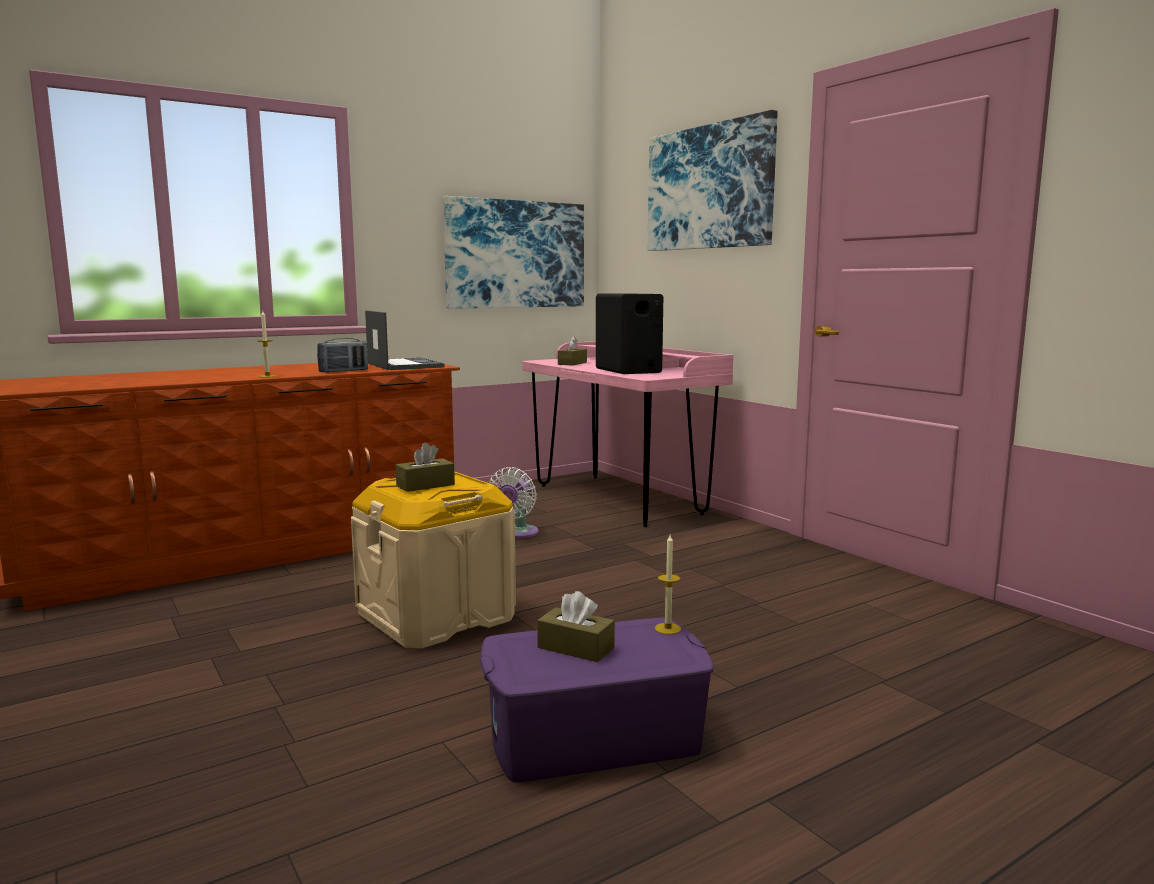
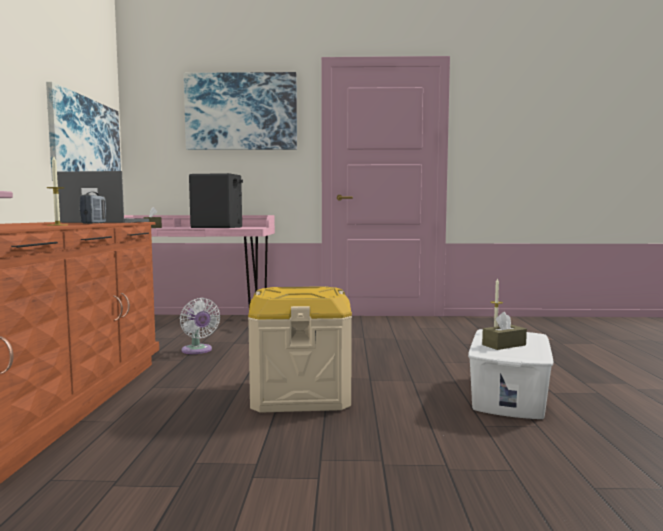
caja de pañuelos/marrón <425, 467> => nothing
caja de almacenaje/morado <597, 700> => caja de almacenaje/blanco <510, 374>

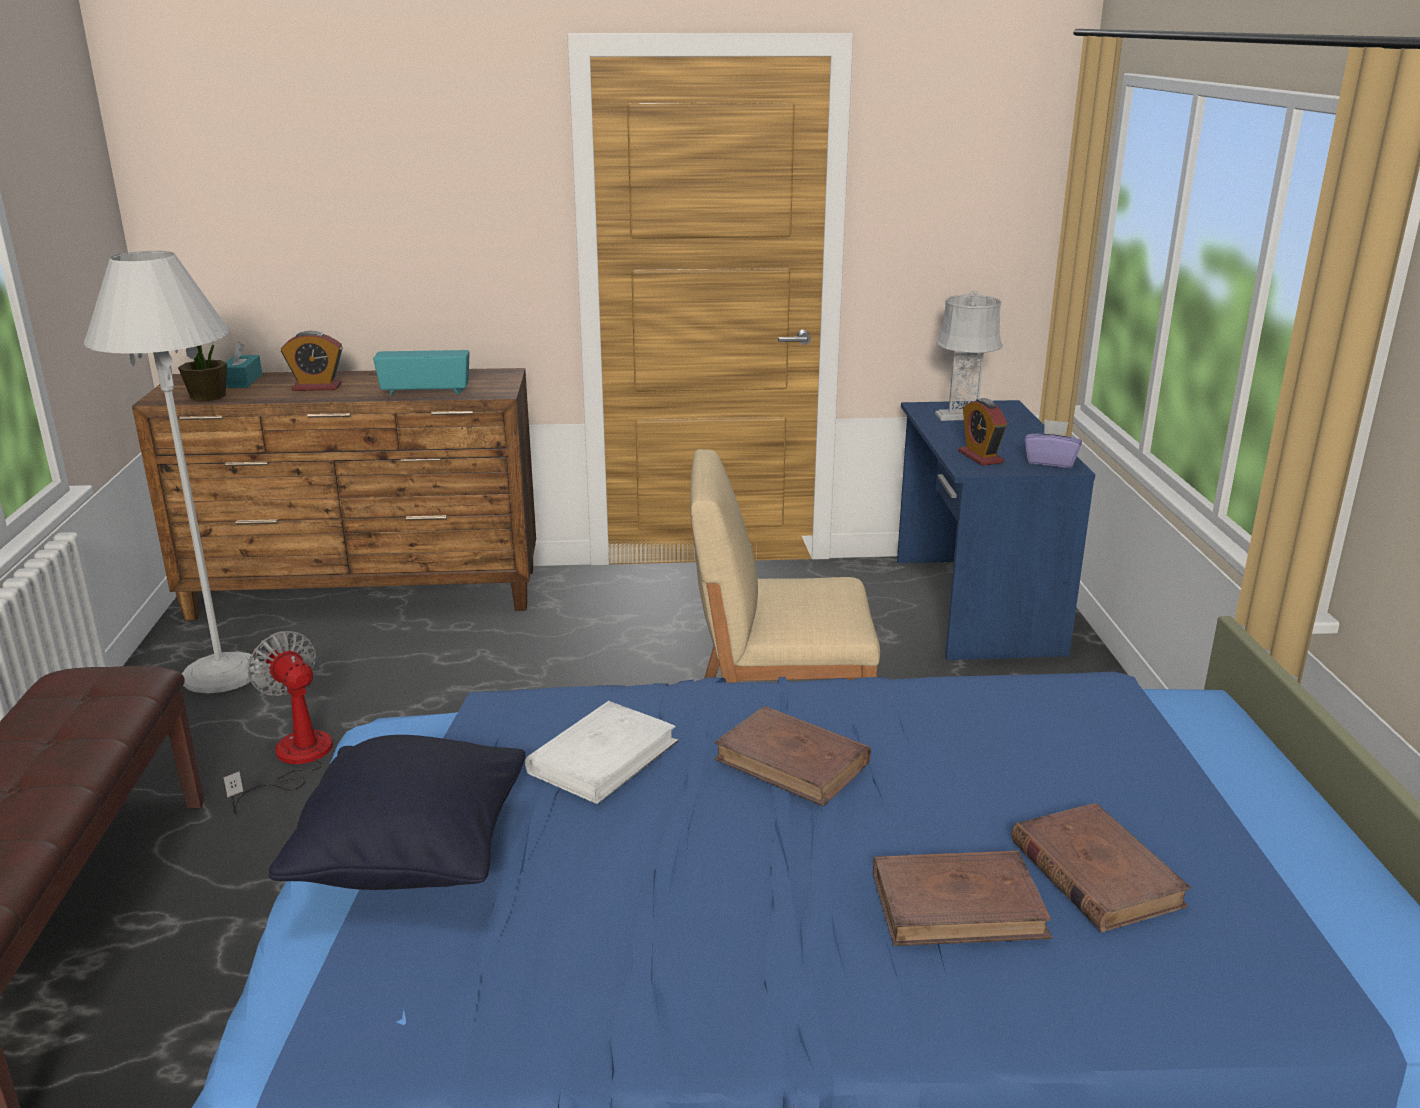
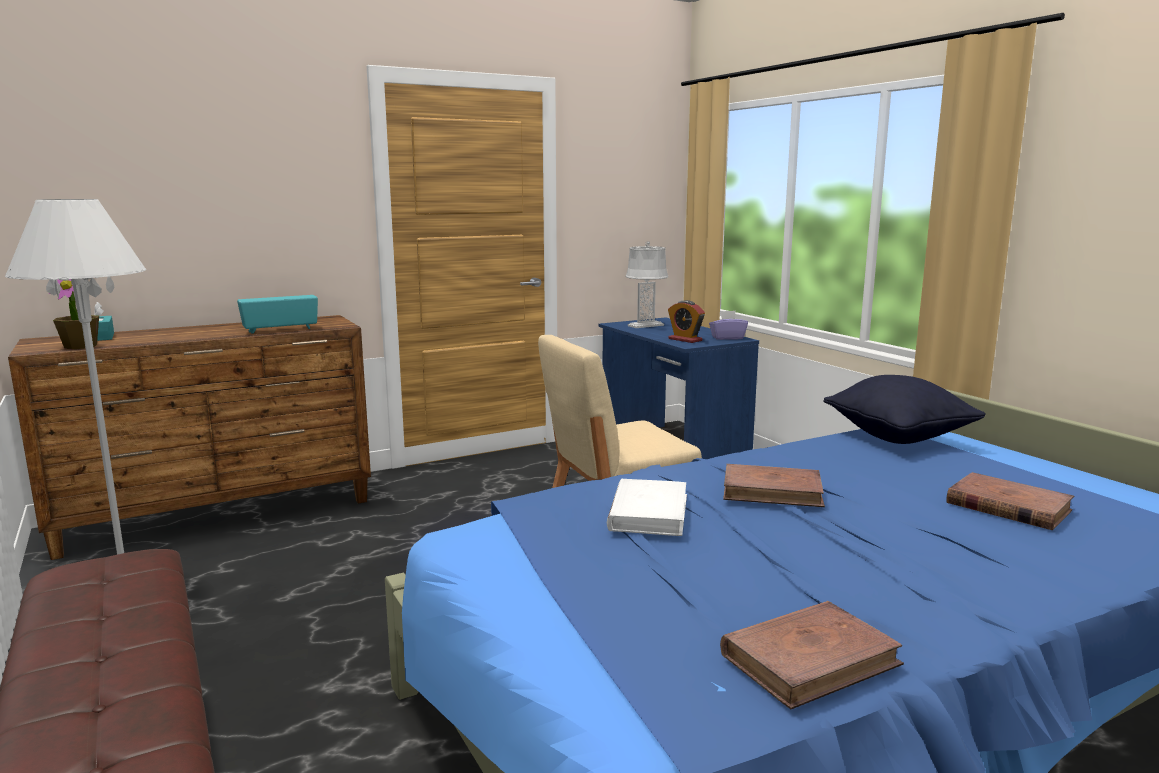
despertador <312, 361> => nothing
ventilador <278, 723> => nothing
cojín/negro <397, 812> => cojín/negro <904, 409>, shifted
libro/marrón <962, 898> => libro/marrón <812, 655>, shifted

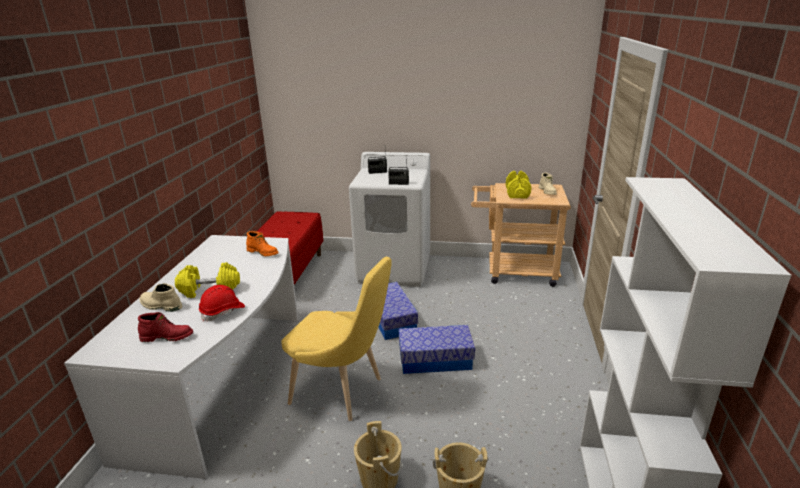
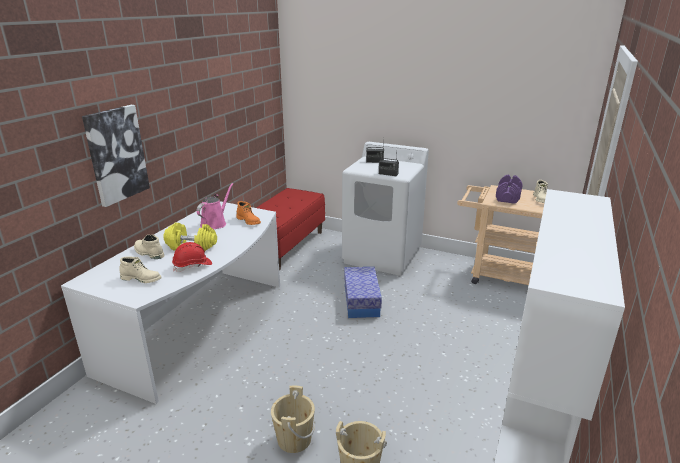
mancuerna/amarillo <518, 185> => mancuerna/morado <509, 189>
silla/amarillo <336, 339> => nothing
bota/rojo <165, 327> => bota/beis <141, 269>
caja de almacenaje <437, 349> => nothing
nothing => cuadro <116, 156>
nothing => regadera/rosa <215, 206>

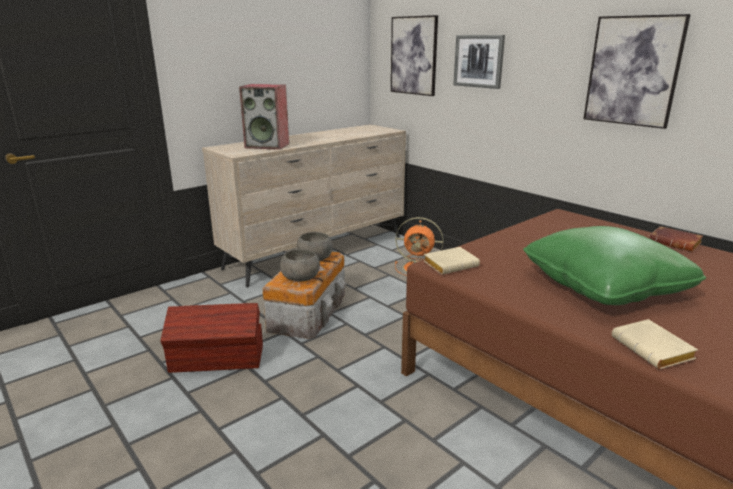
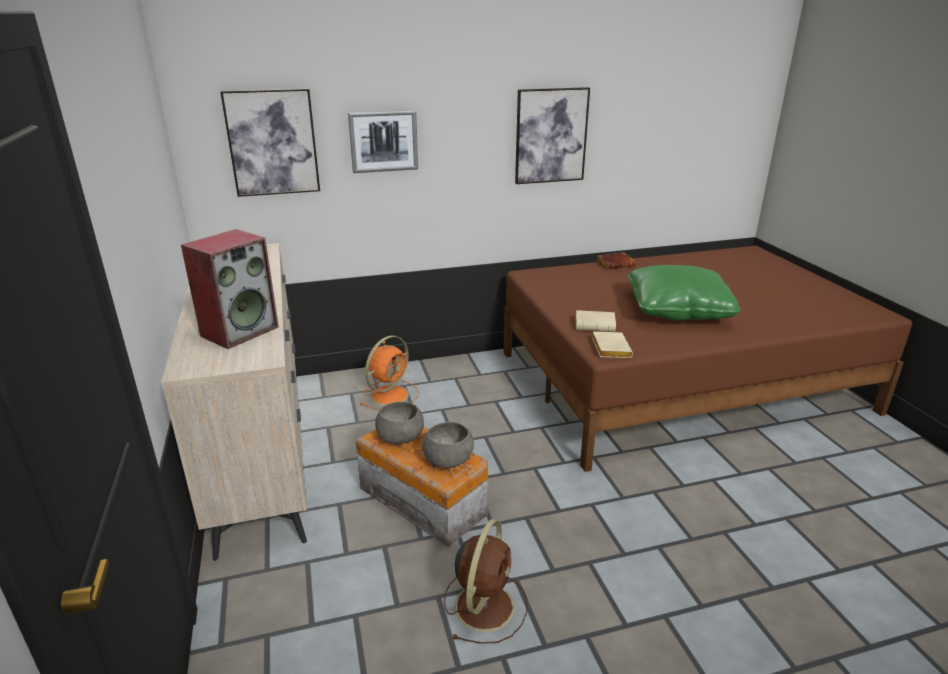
caja de almacenaje/marrón <211, 338> => ventilador/marrón <485, 581>
libro/beis <655, 344> => libro/beis <596, 321>, shifted

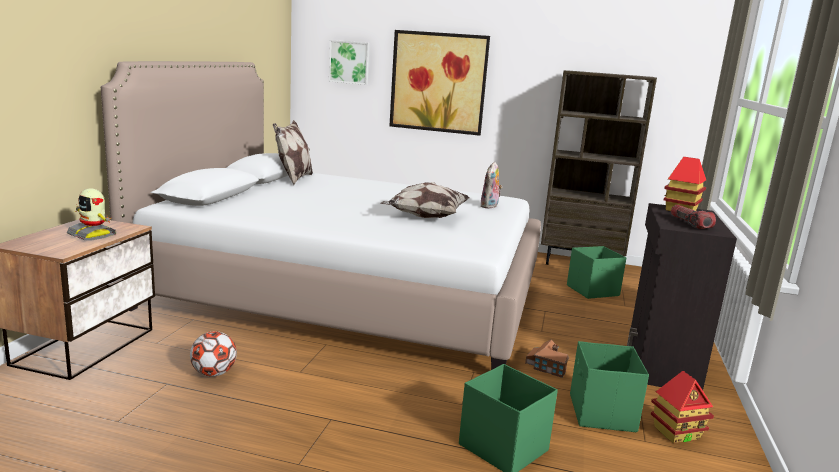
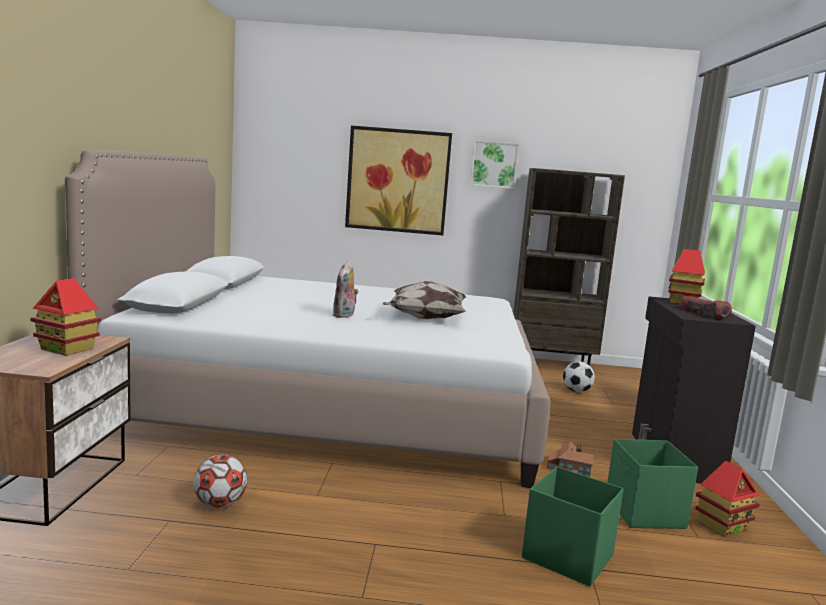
cuadro <349, 62> => cuadro <494, 164>, shifted
cojín <293, 152> => nothing
peluche <491, 185> => peluche <346, 289>, shifted
robot de juguete <92, 215> => casita <65, 317>
caja de almacenaje/verde <597, 272> => balón de fútbol <579, 376>

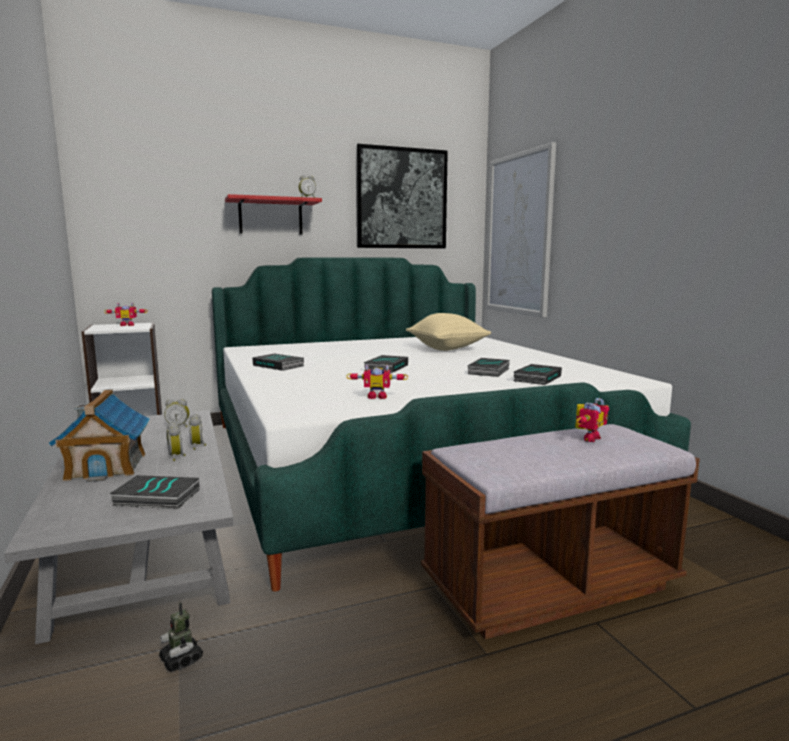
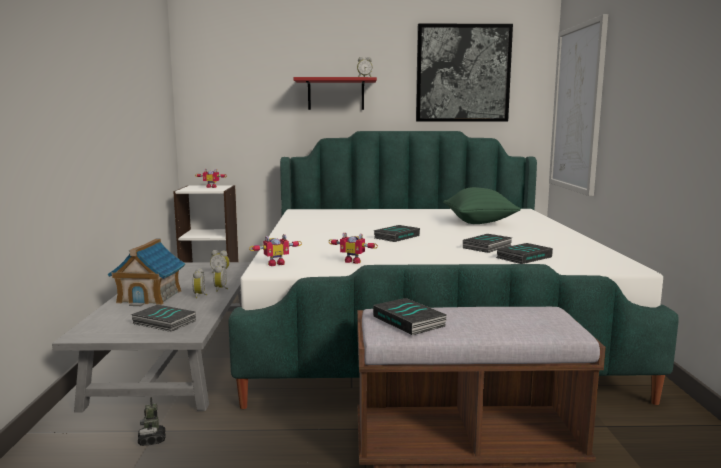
cojín/beis <448, 332> => cojín/verde <482, 205>
libro <278, 362> => libro <410, 316>, shifted
robot de juguete <592, 420> => robot de juguete <275, 250>, shifted

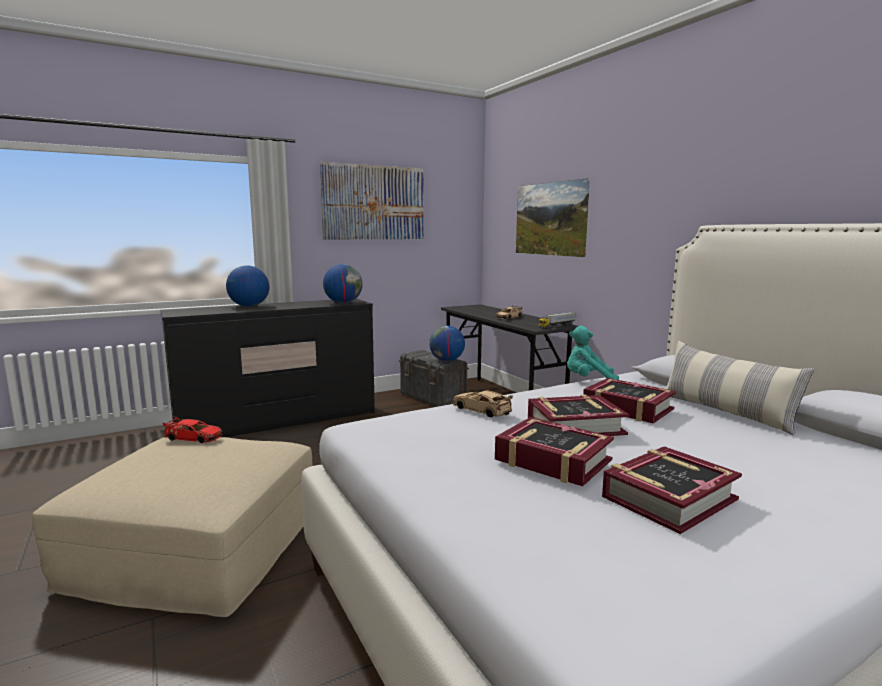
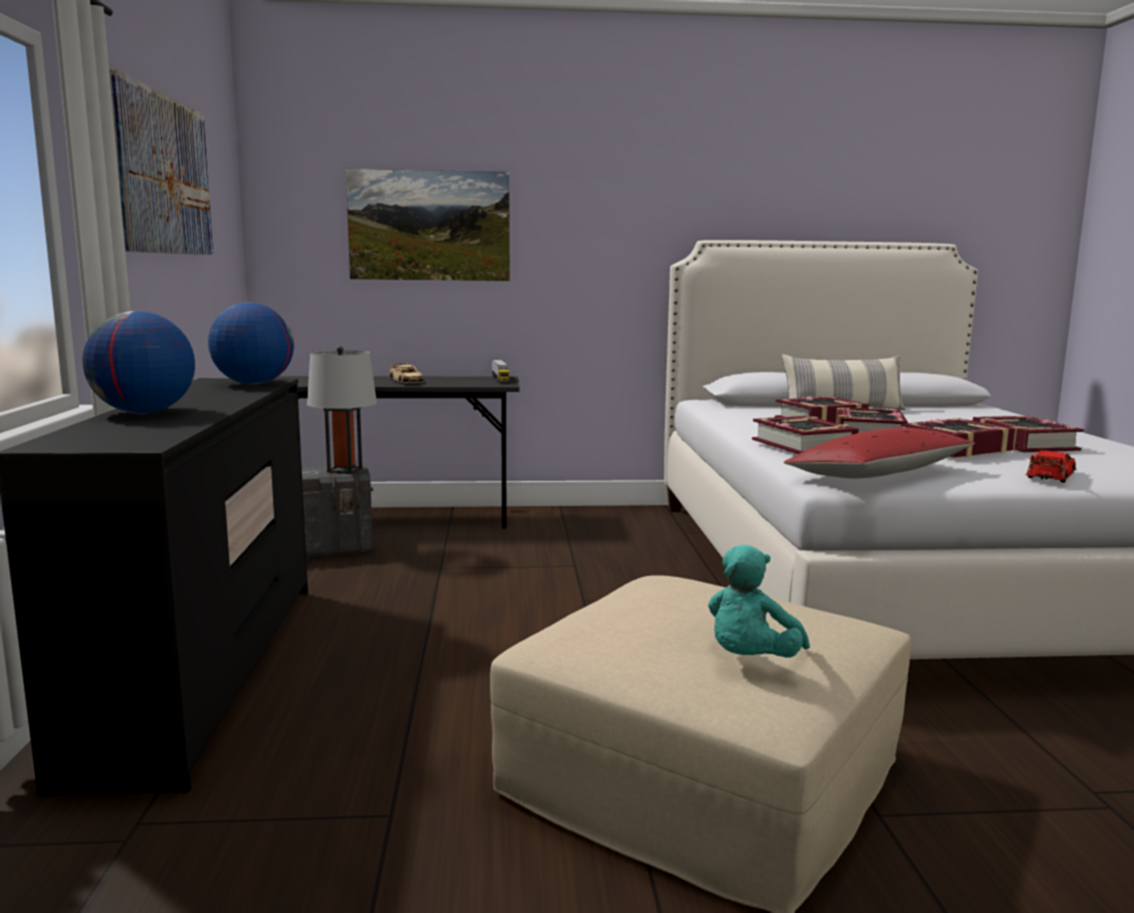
globo terráqueo <447, 343> => lámpara de mesa/gris <342, 410>
peluche/turquesa <593, 353> => peluche/turquesa <758, 601>, shifted
coche de juguete/beis <483, 404> => libro <805, 435>
coche de juguete/rojo <192, 430> => coche de juguete/rojo <1051, 467>, shifted
nothing => cojín/rojo <879, 453>

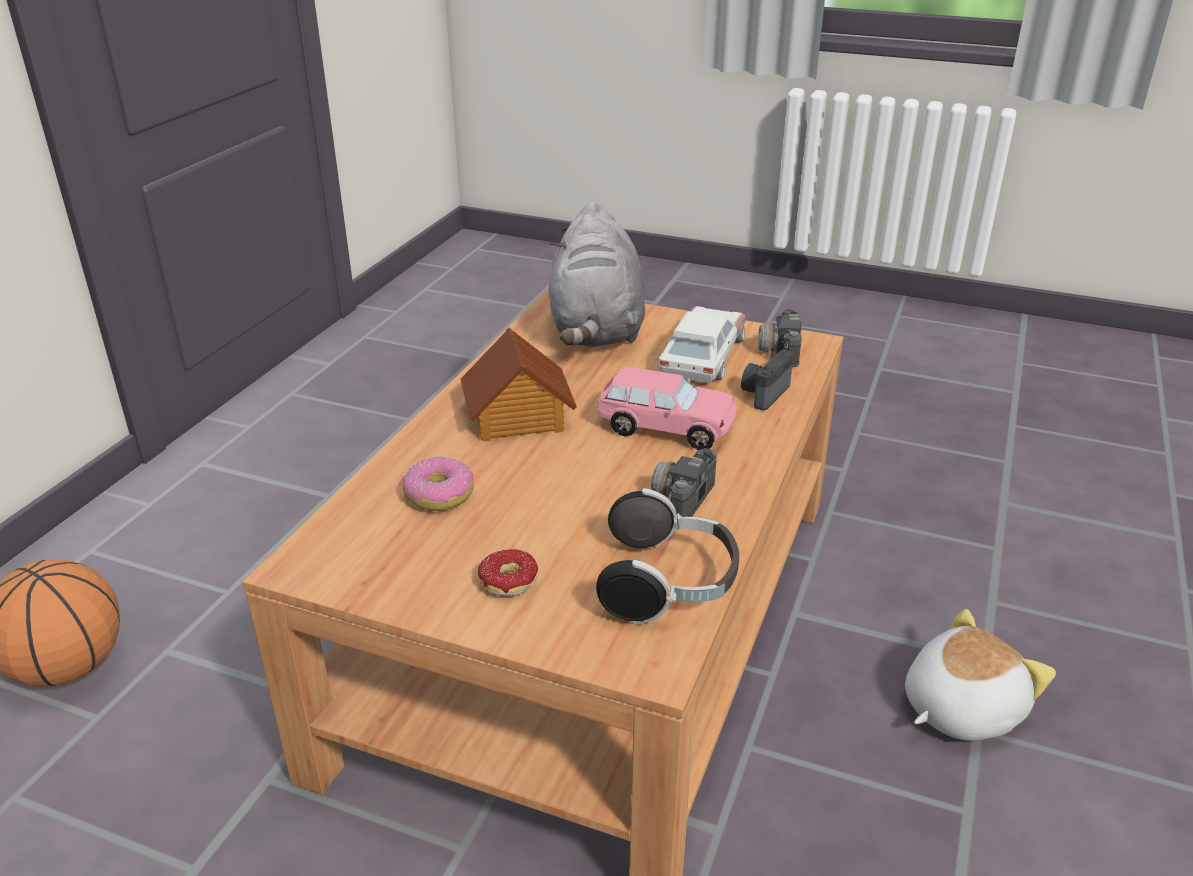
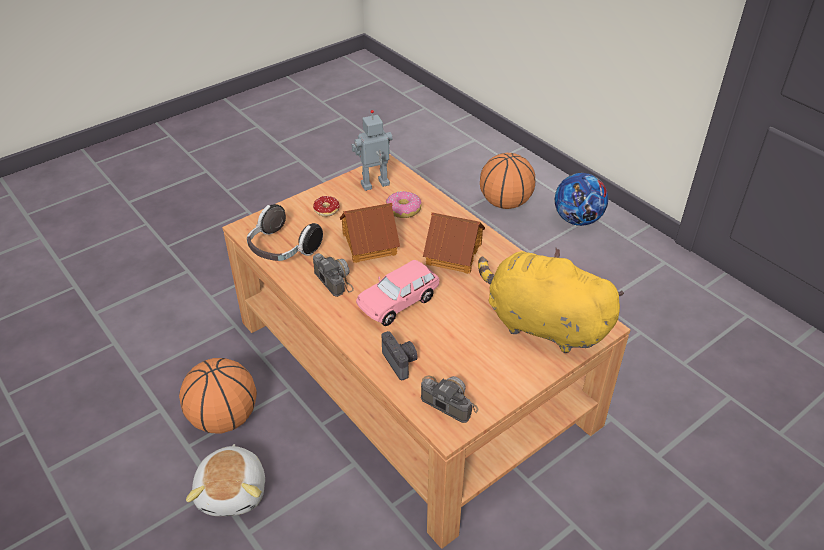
peluche/gris <597, 274> => peluche/amarillo <551, 300>
coche de juguete <701, 344> => nothing
nothing => robot de juguete <371, 150>
nothing => balón de fútbol <581, 199>
nothing => casita <370, 233>
nothing => balón de baloncesto <218, 395>

